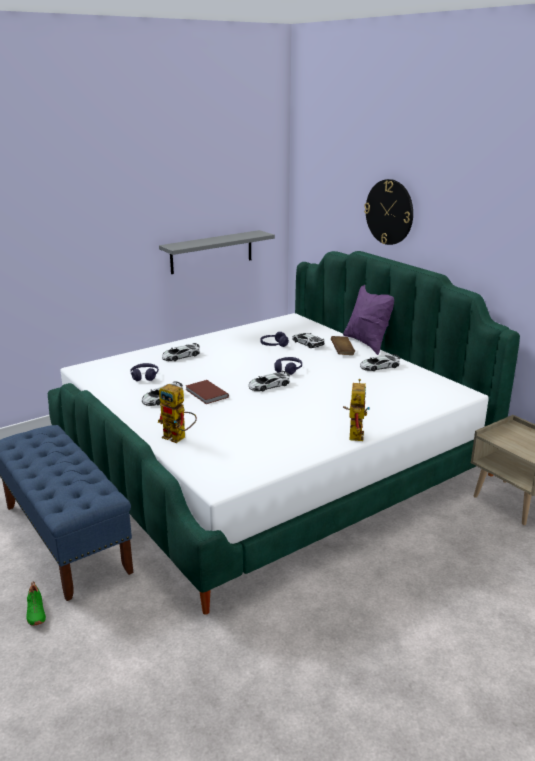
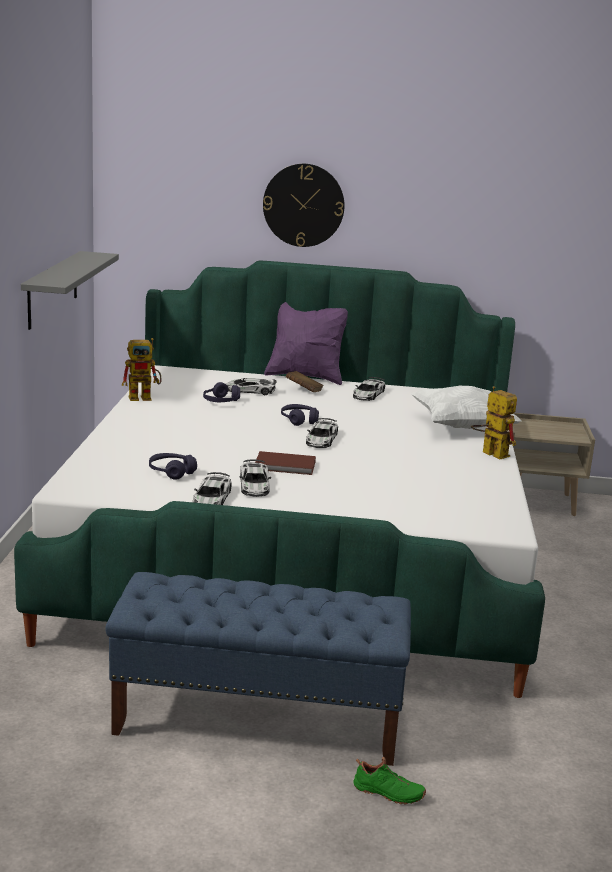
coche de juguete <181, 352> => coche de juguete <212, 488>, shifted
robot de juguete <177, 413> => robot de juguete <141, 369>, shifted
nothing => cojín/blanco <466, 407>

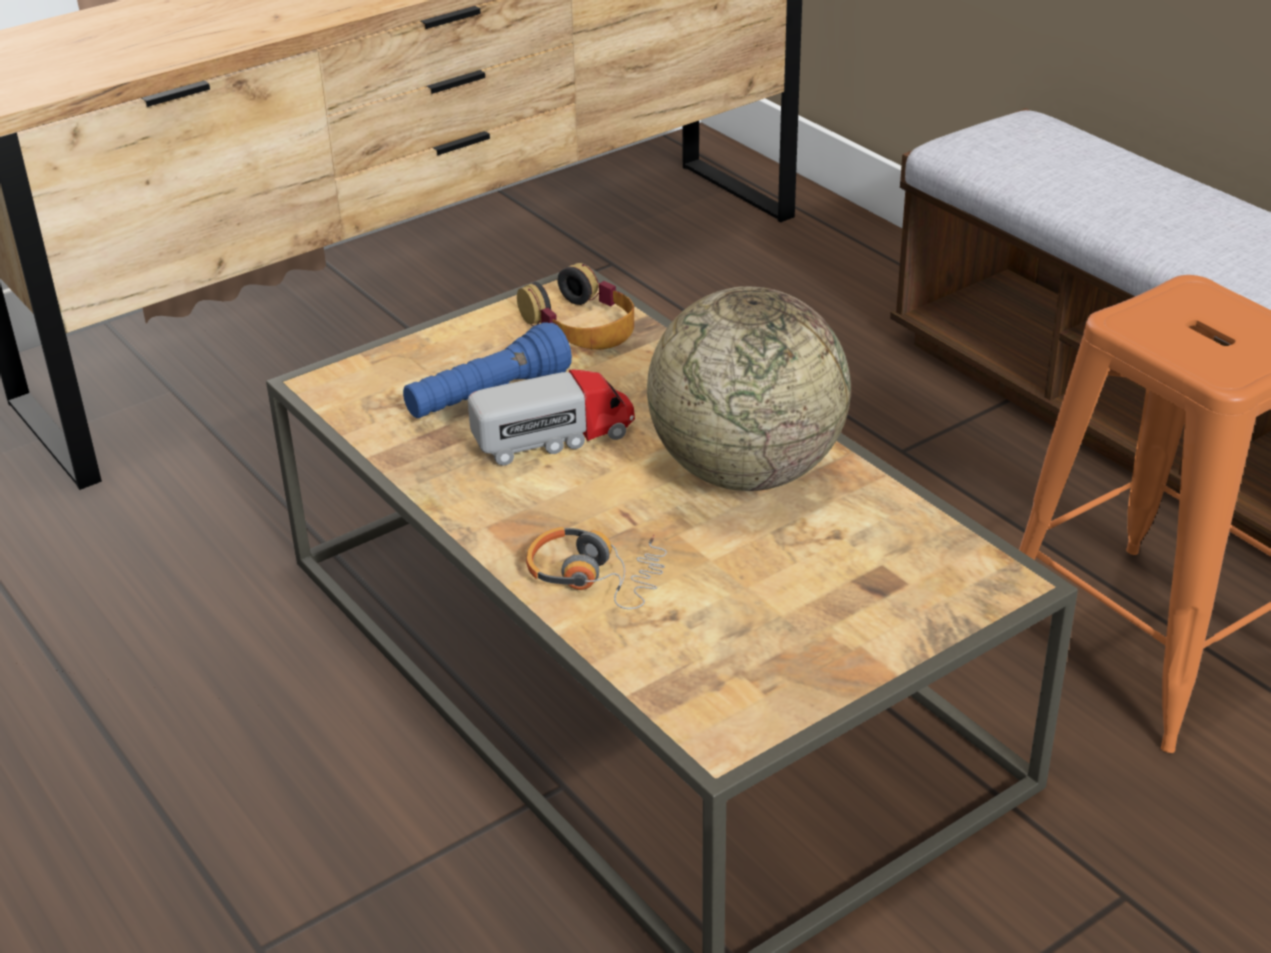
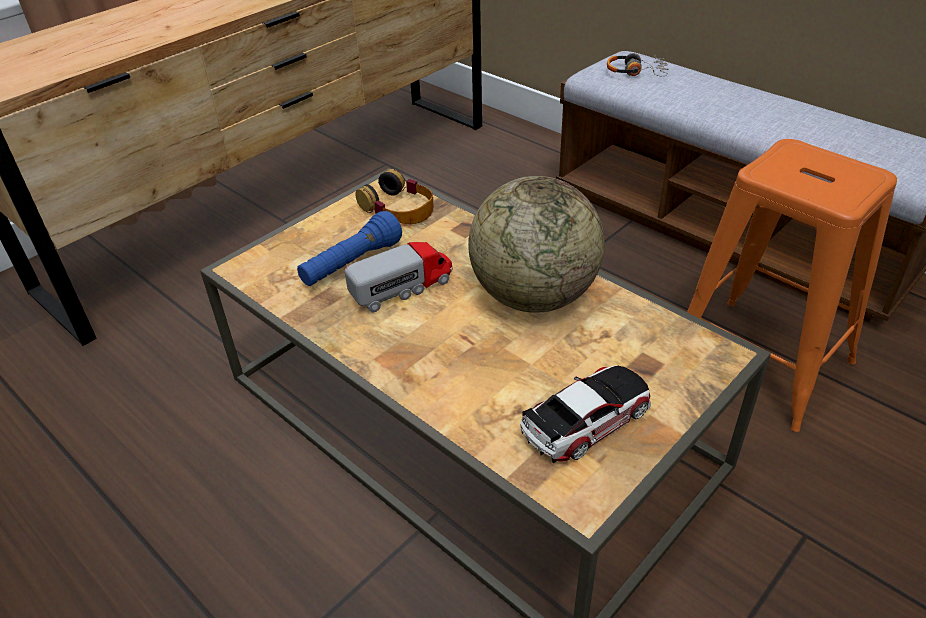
auriculares <596, 568> => auriculares <638, 64>, shifted
nothing => coche de juguete <585, 414>

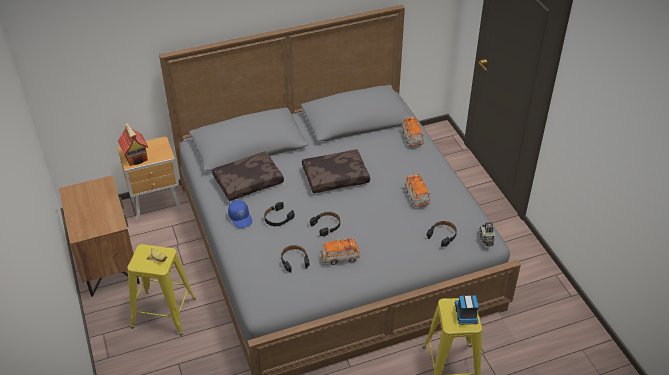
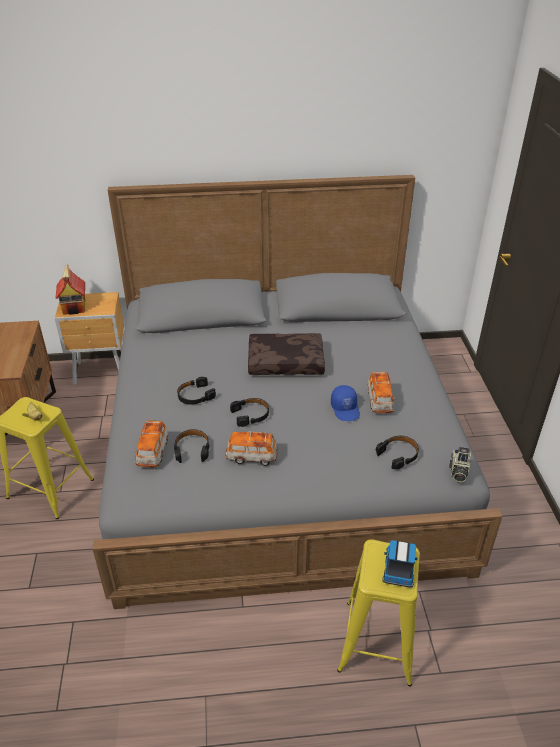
coche de juguete <413, 131> => coche de juguete <151, 444>, shifted
cojín/marrón <248, 176> => nothing
gorra/azul <240, 214> => gorra/azul <345, 403>, shifted

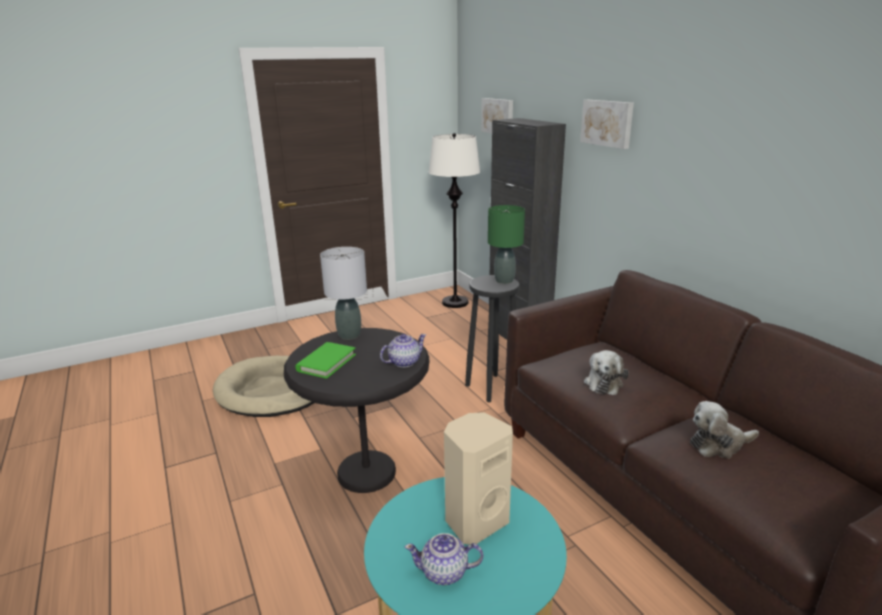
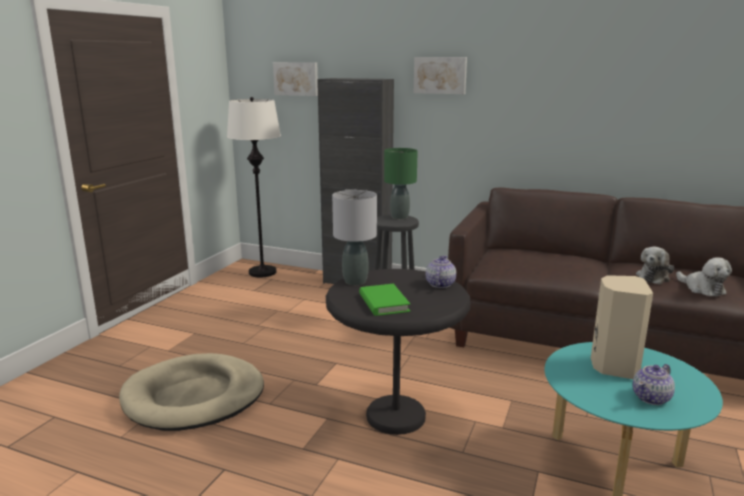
peluche <606, 372> => peluche <704, 277>, shifted

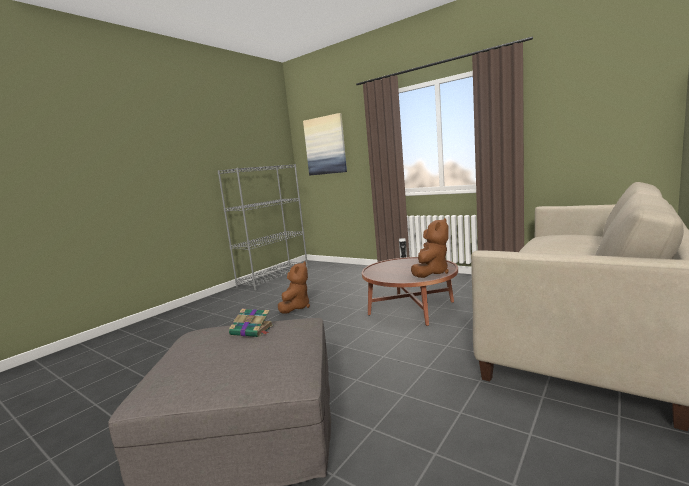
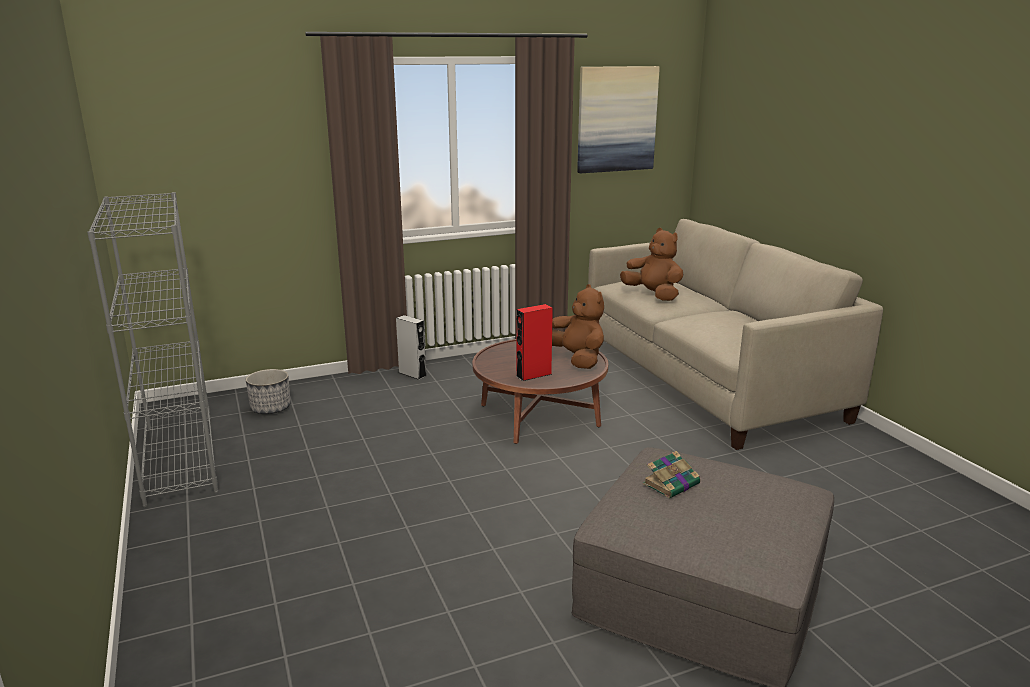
cuadro <325, 144> => cuadro <618, 119>, shifted
peluche/marrón <294, 287> => peluche/marrón <651, 264>, shifted
nothing => altavoz/rojo <534, 342>
nothing => maceta <268, 391>

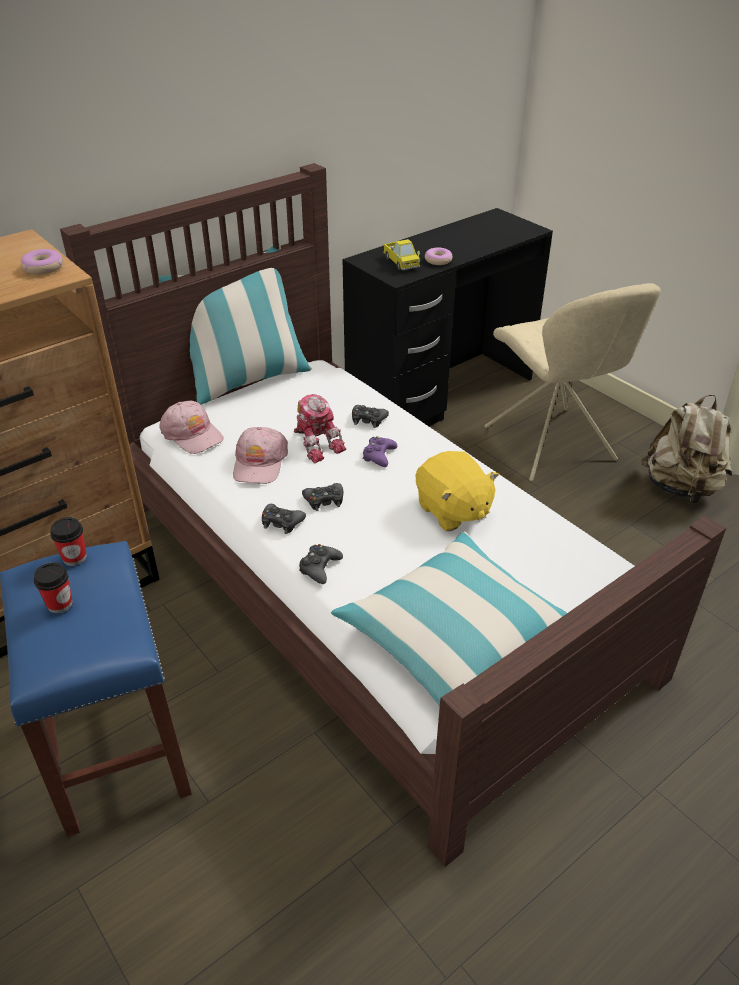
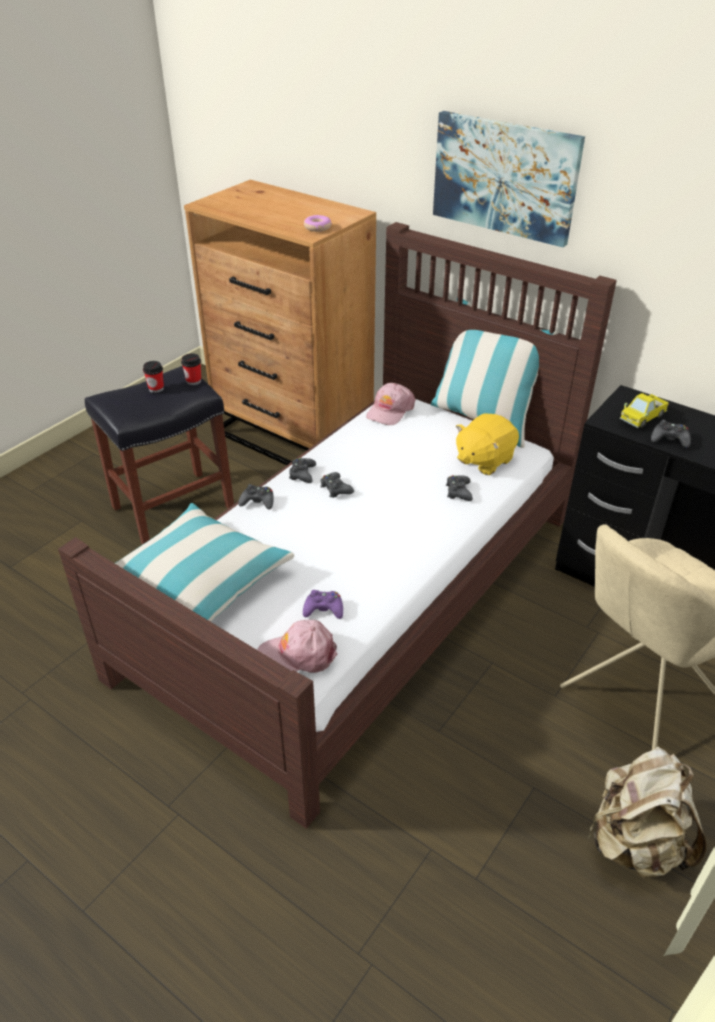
rosquilla <439, 256> => mando de consola/negro <671, 434>
robot de juguete <320, 428> => nothing
gorra/rosa <260, 455> => gorra/rosa <297, 646>, shifted
mando de consola/morado <379, 451> => mando de consola/morado <323, 604>, shifted
peluche/amarillo <457, 491> => peluche/amarillo <487, 444>, shifted
taburete/azul <96, 689> => taburete/negro <159, 455>
nothing => cuadro <509, 179>

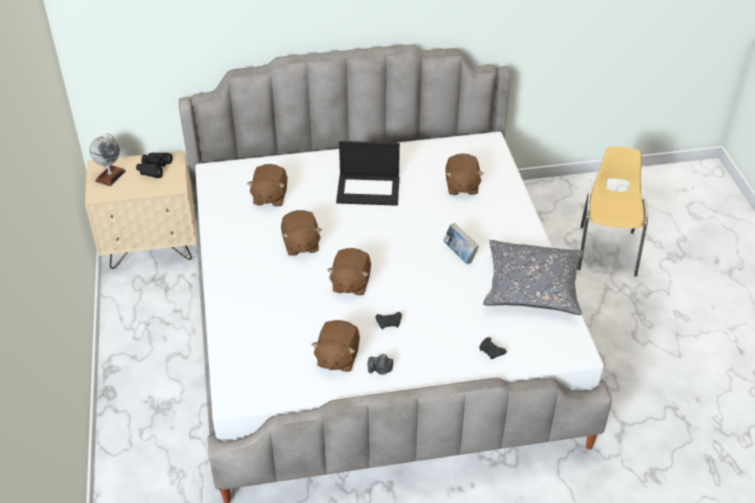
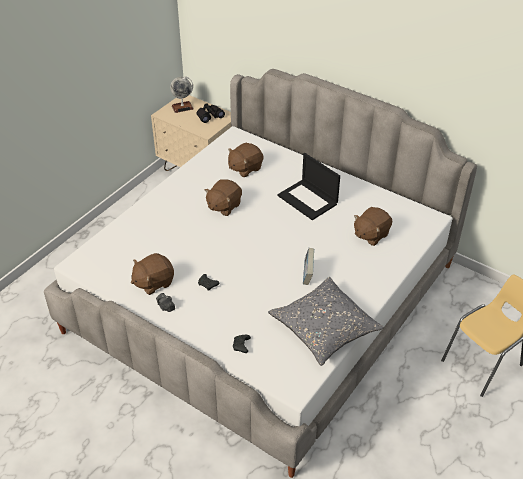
peluche/marrón <349, 271> => nothing

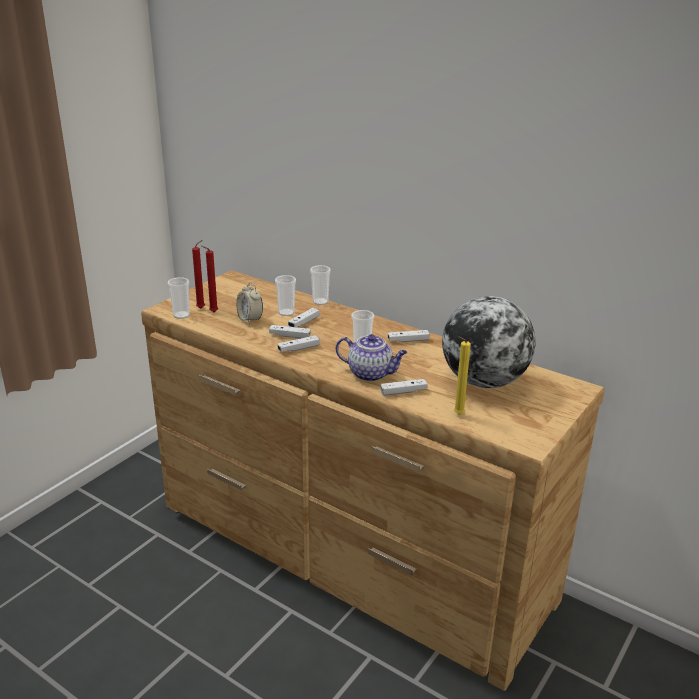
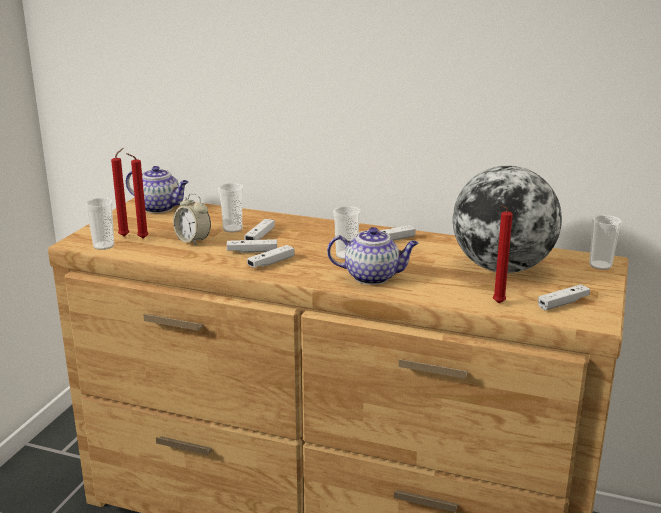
taza <320, 285> => taza <605, 242>, shifted
vela/amarillo <462, 376> => vela/rojo <503, 254>
mando de consola/blanco <404, 387> => mando de consola/blanco <564, 297>, shifted
nothing => tetera <157, 189>

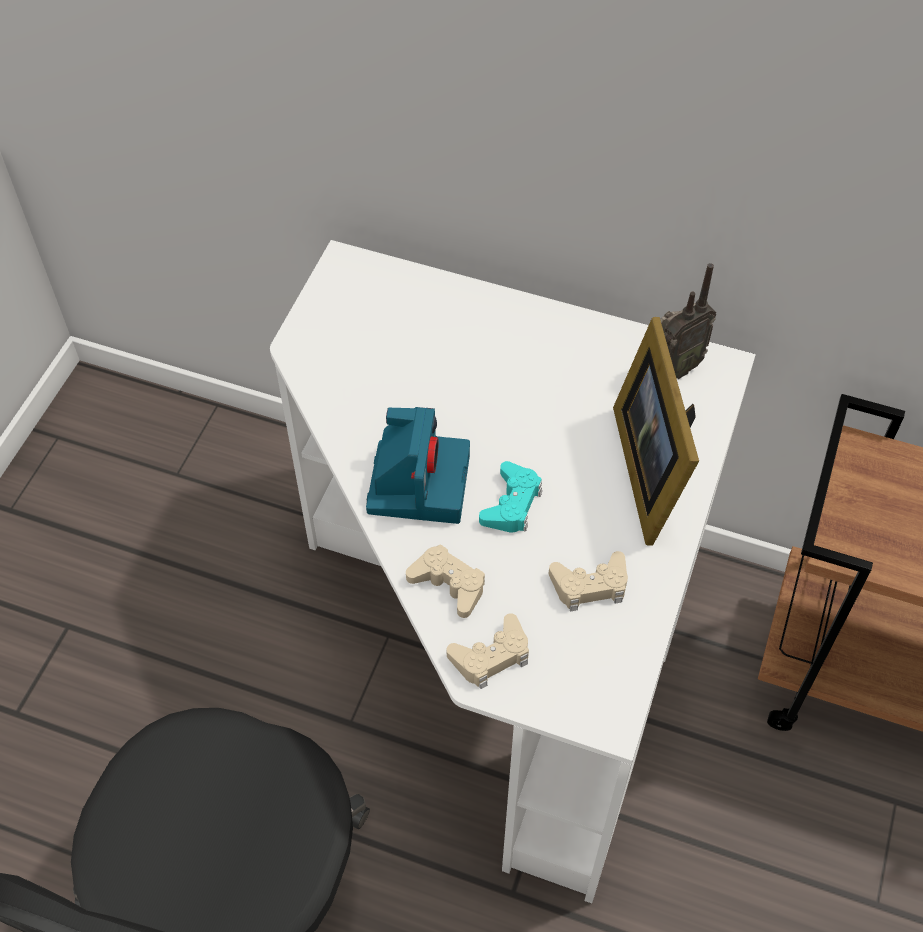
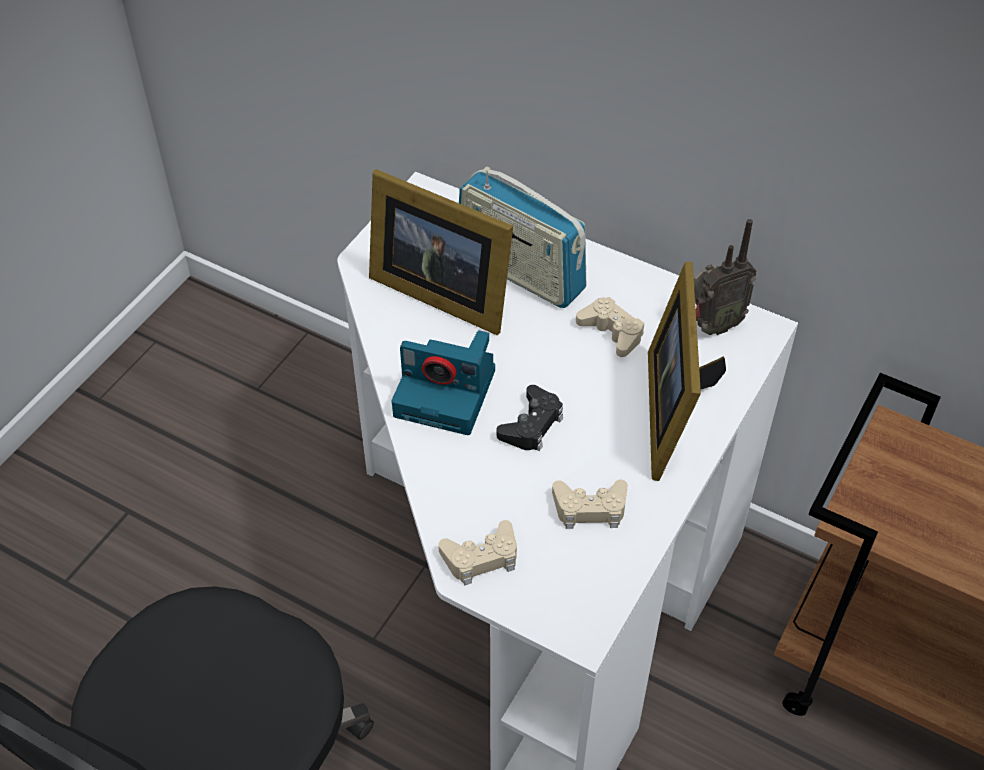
cámara <418, 465> => cámara <443, 382>, 90 degrees clockwise
mando de consola/turquesa <510, 497> => mando de consola/negro <530, 418>
mando de consola/beis <445, 581> => mando de consola/beis <610, 327>, shifted
nothing => radio <522, 237>
nothing => portarretratos <441, 252>

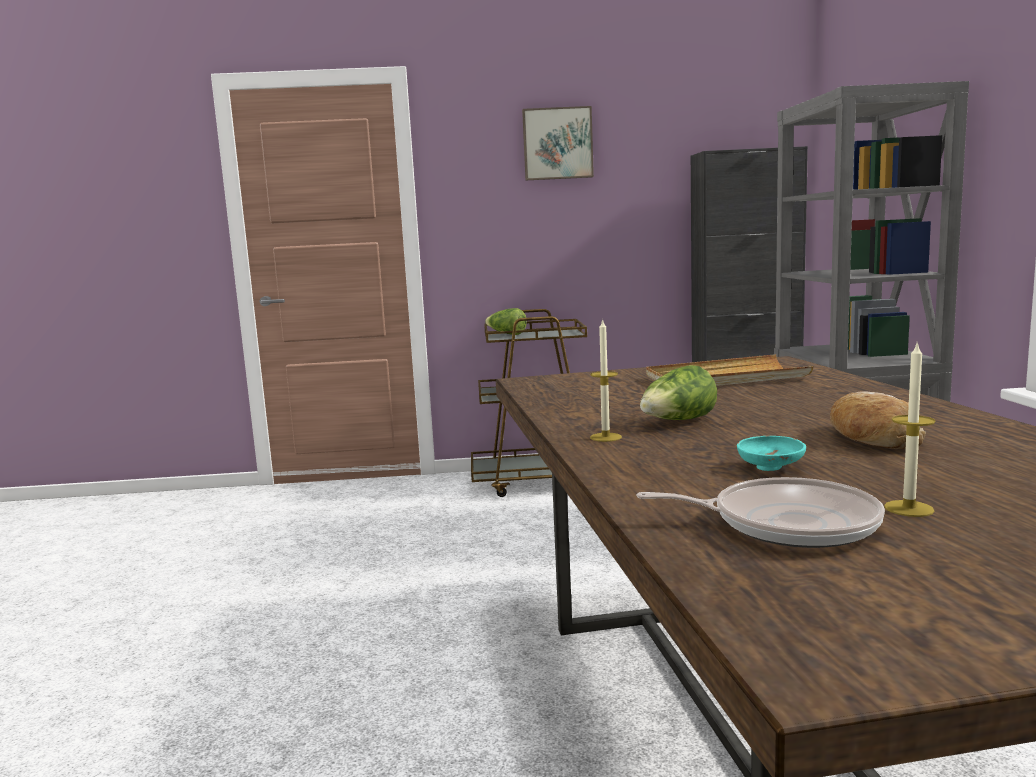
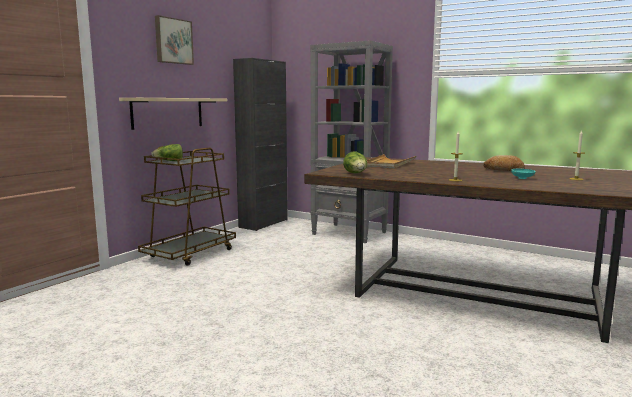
lechuga <678, 392> => lechuga <355, 162>, shifted
sartén <760, 512> => nothing
nothing => estante/beis <173, 114>

